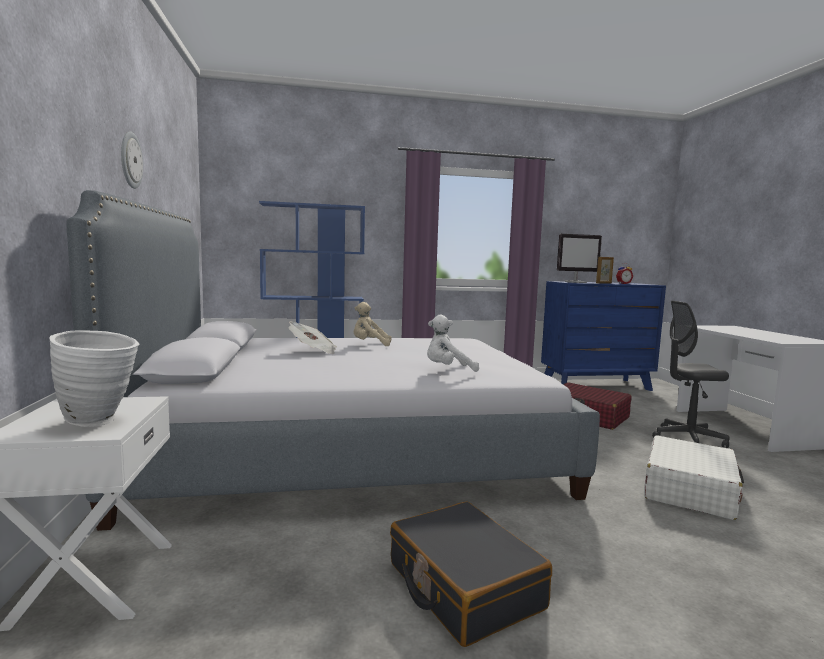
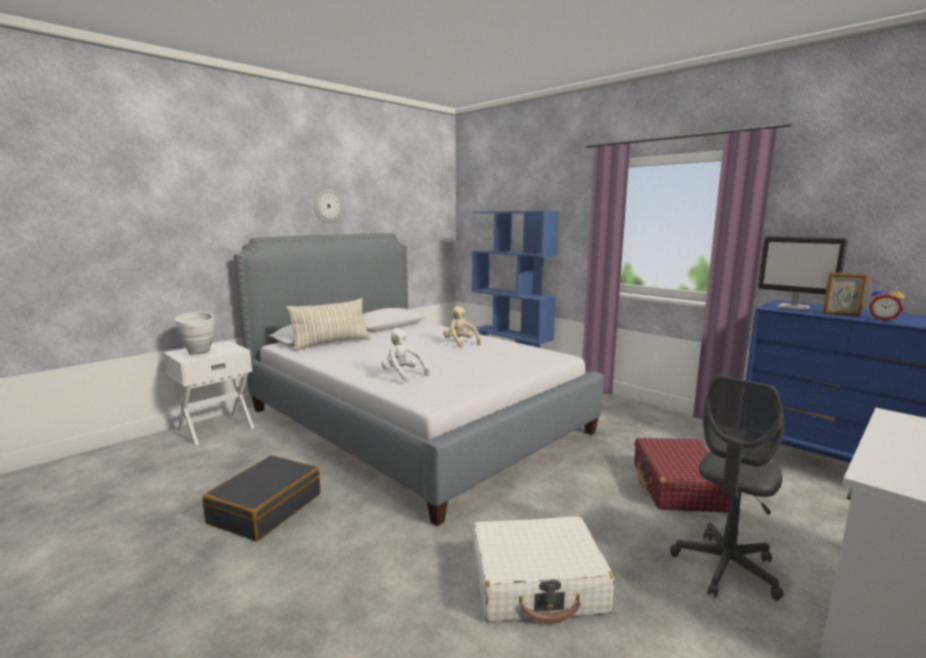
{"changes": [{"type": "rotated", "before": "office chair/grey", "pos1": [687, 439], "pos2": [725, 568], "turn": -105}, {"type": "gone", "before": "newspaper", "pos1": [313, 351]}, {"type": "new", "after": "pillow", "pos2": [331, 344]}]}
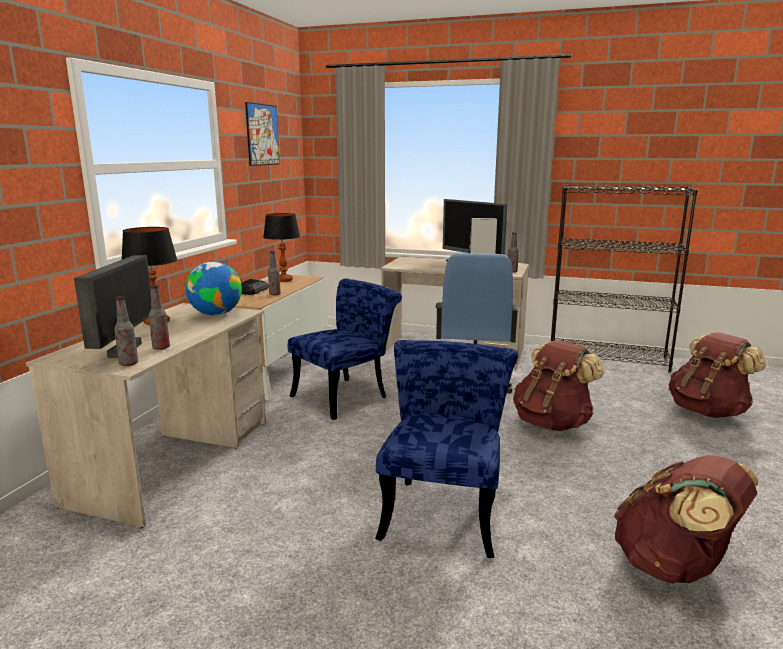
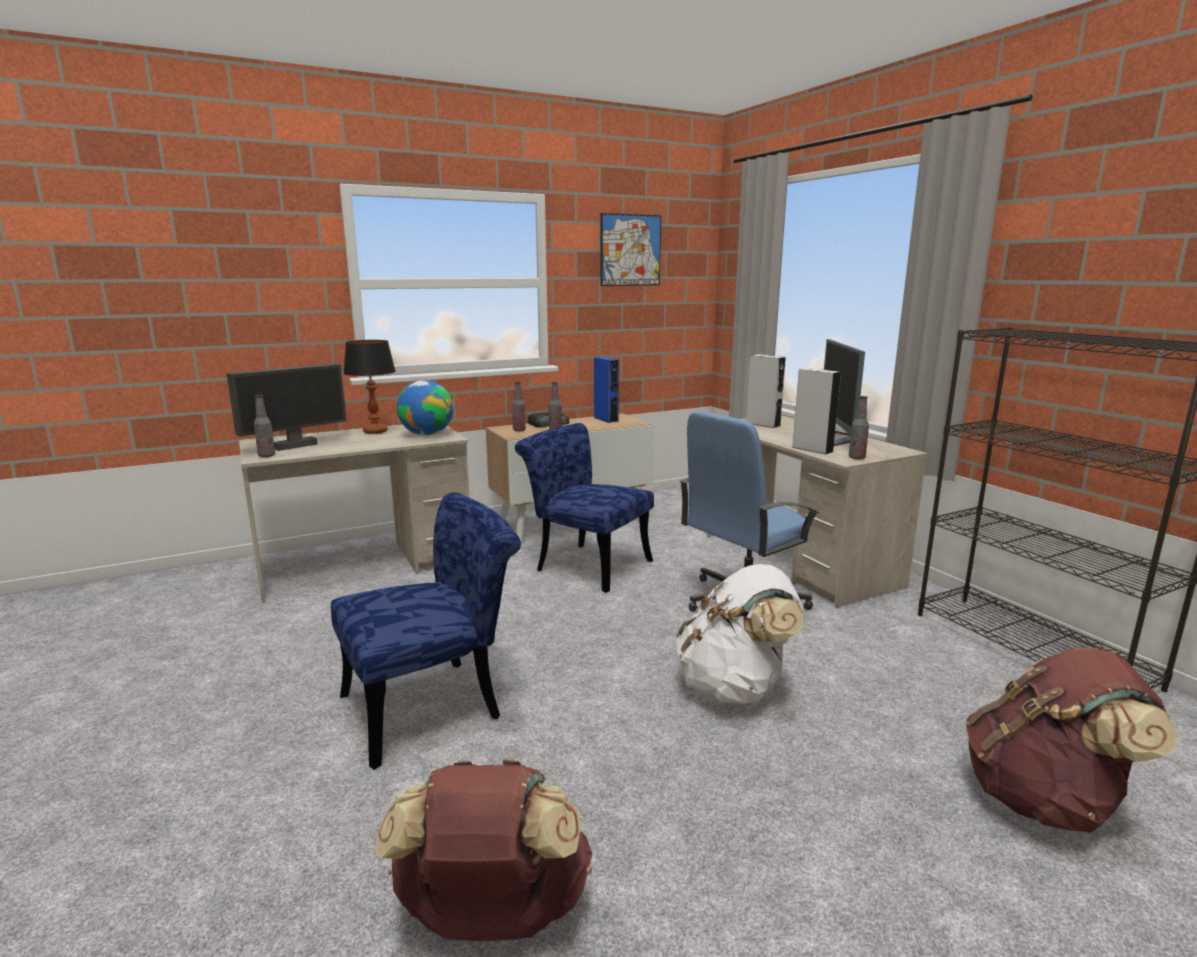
{"changes": [{"type": "swapped", "before": "table lamp", "after": "speaker/blue", "pos1": [284, 280], "pos2": [606, 419]}, {"type": "rotated", "before": "chair/blue", "pos1": [346, 395], "pos2": [585, 564], "turn": -150}, {"type": "shifted", "before": "bottle", "pos1": [161, 347], "pos2": [519, 430]}, {"type": "repainted", "before": "backpack/brown", "after": "backpack/white", "pos1": [552, 423], "pos2": [735, 687]}, {"type": "new", "after": "speaker/grey", "pos2": [763, 424]}]}
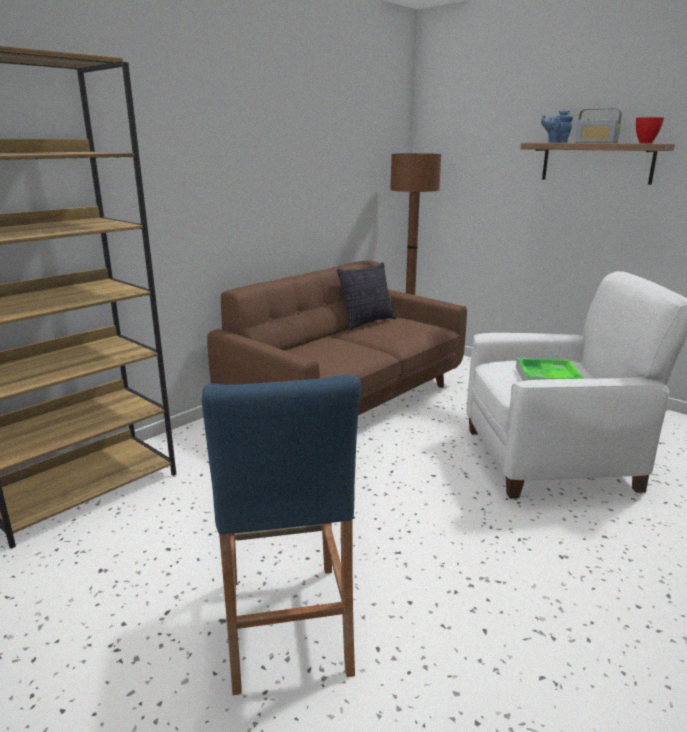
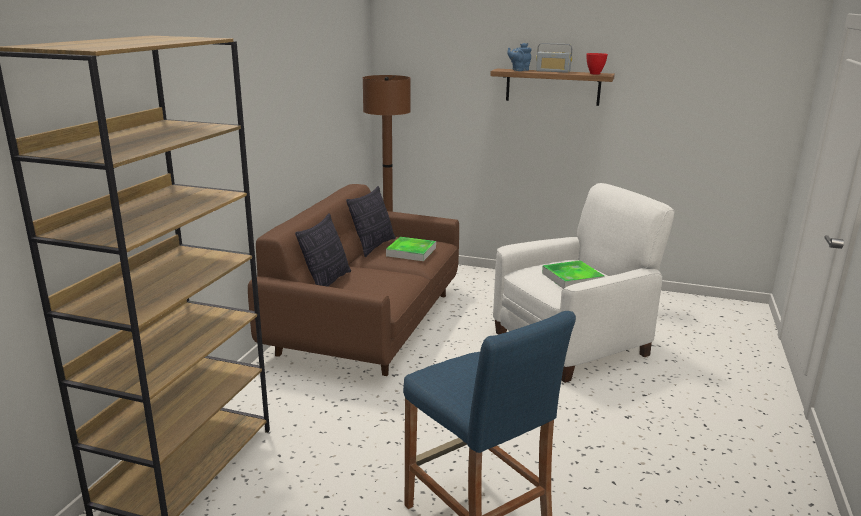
{"changes": [{"type": "new", "after": "pillow", "pos2": [327, 283]}, {"type": "new", "after": "tray", "pos2": [411, 252]}]}
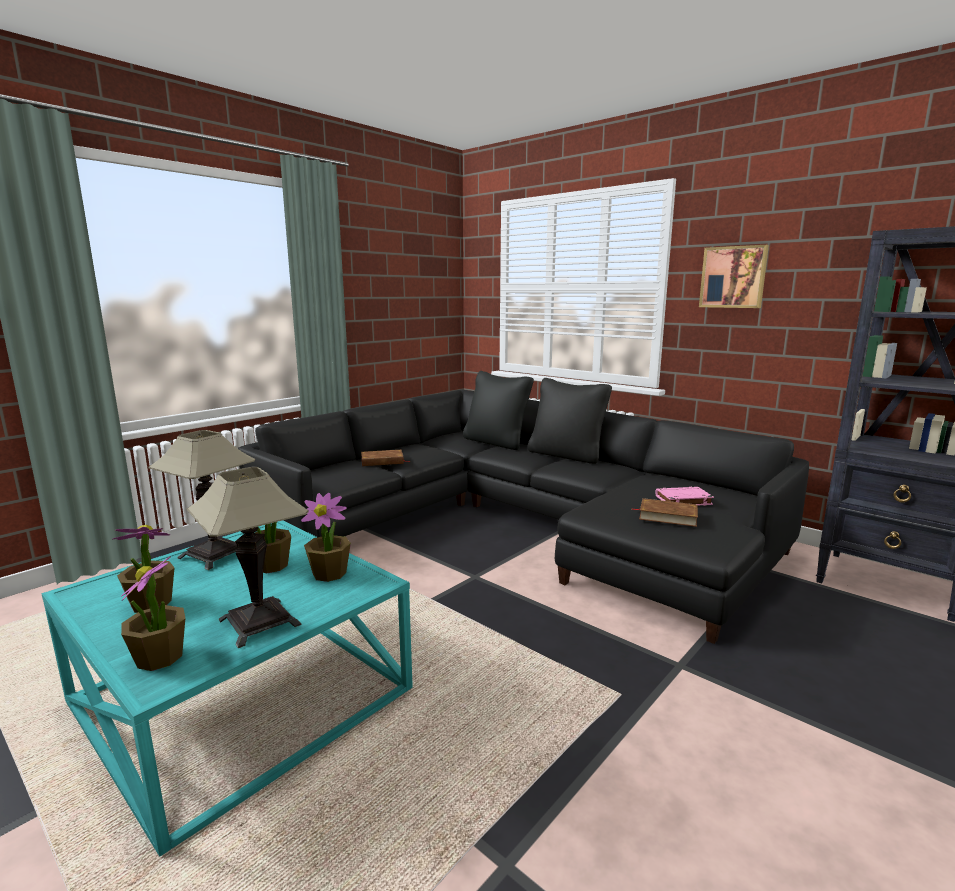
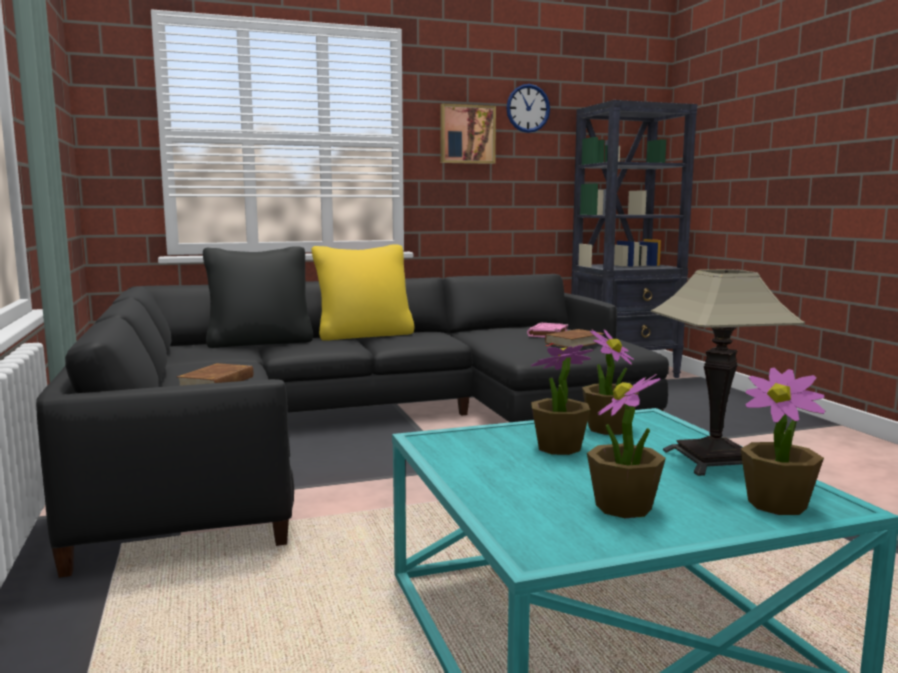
{"changes": [{"type": "repainted", "before": "pillow/black", "after": "pillow/yellow", "pos1": [566, 455], "pos2": [364, 335]}, {"type": "gone", "before": "table lamp", "pos1": [215, 554]}, {"type": "new", "after": "wall clock", "pos2": [528, 108]}]}
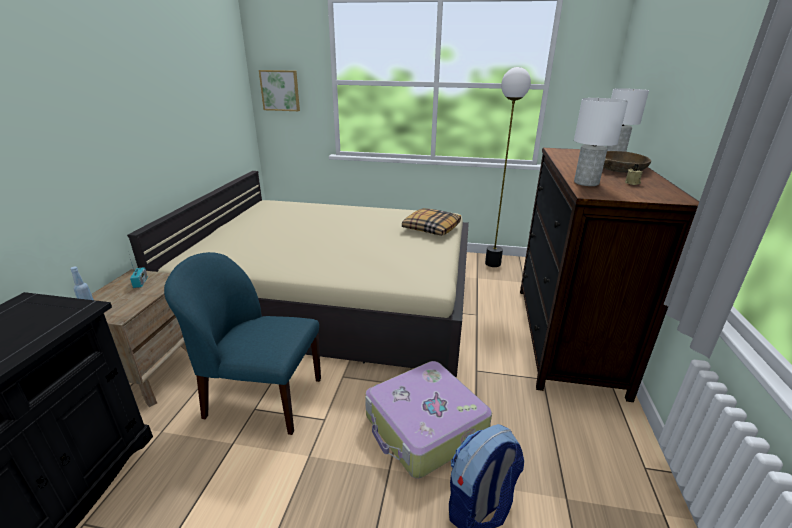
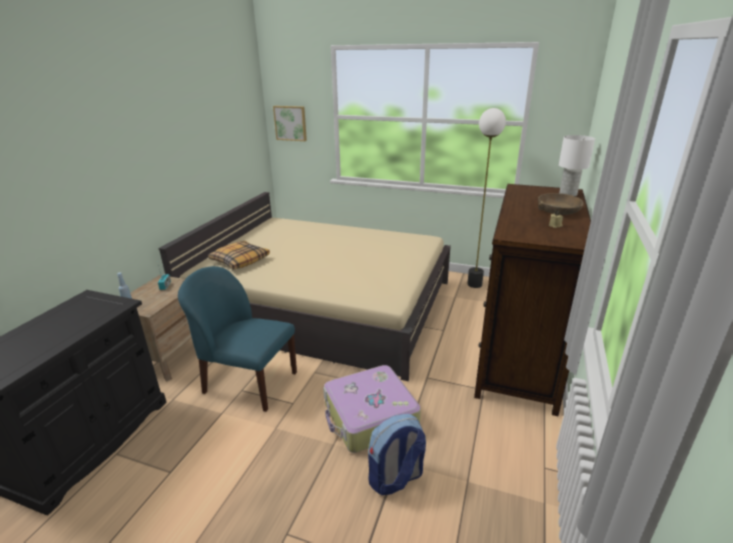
{"changes": [{"type": "gone", "before": "table lamp/white", "pos1": [585, 183]}, {"type": "shifted", "before": "pillow", "pos1": [431, 228], "pos2": [240, 260]}]}
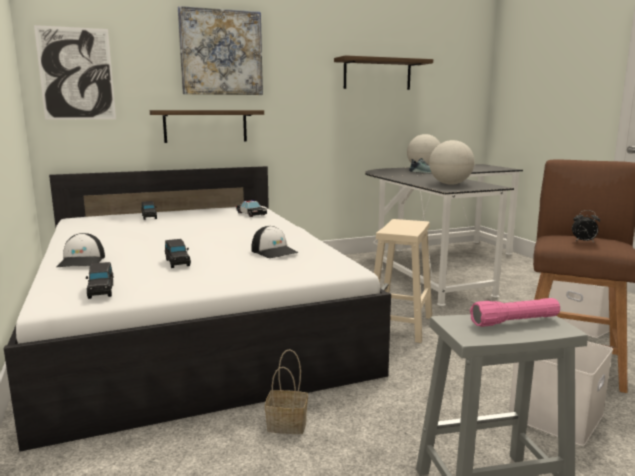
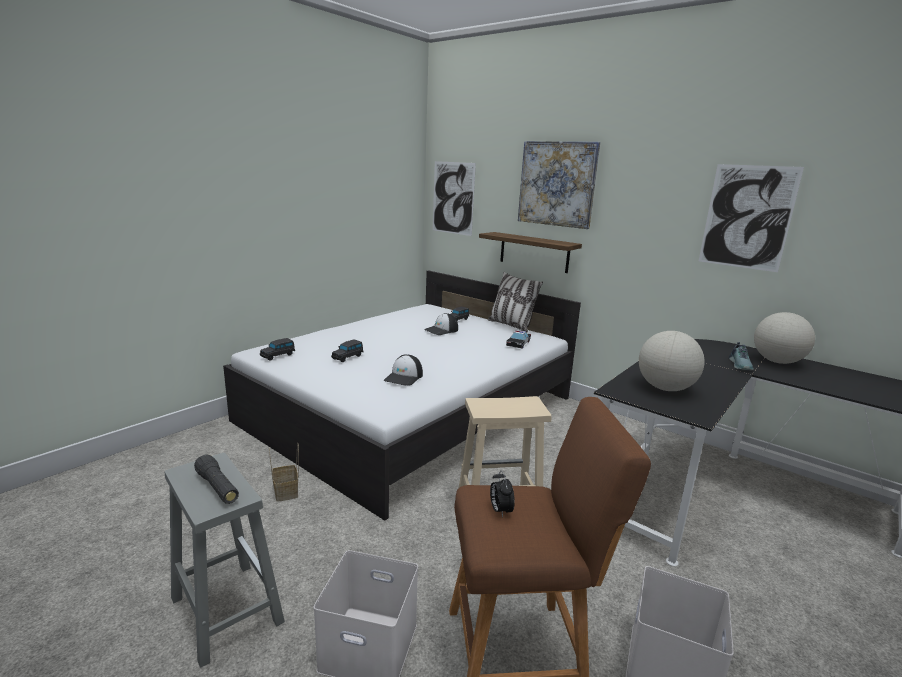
{"changes": [{"type": "swapped", "before": "shelf", "after": "picture", "pos1": [377, 74], "pos2": [747, 217]}, {"type": "shifted", "before": "cap", "pos1": [82, 261], "pos2": [441, 330]}, {"type": "repainted", "before": "flashlight/pink", "after": "flashlight/black", "pos1": [514, 322], "pos2": [217, 487]}, {"type": "new", "after": "pillow", "pos2": [511, 325]}]}
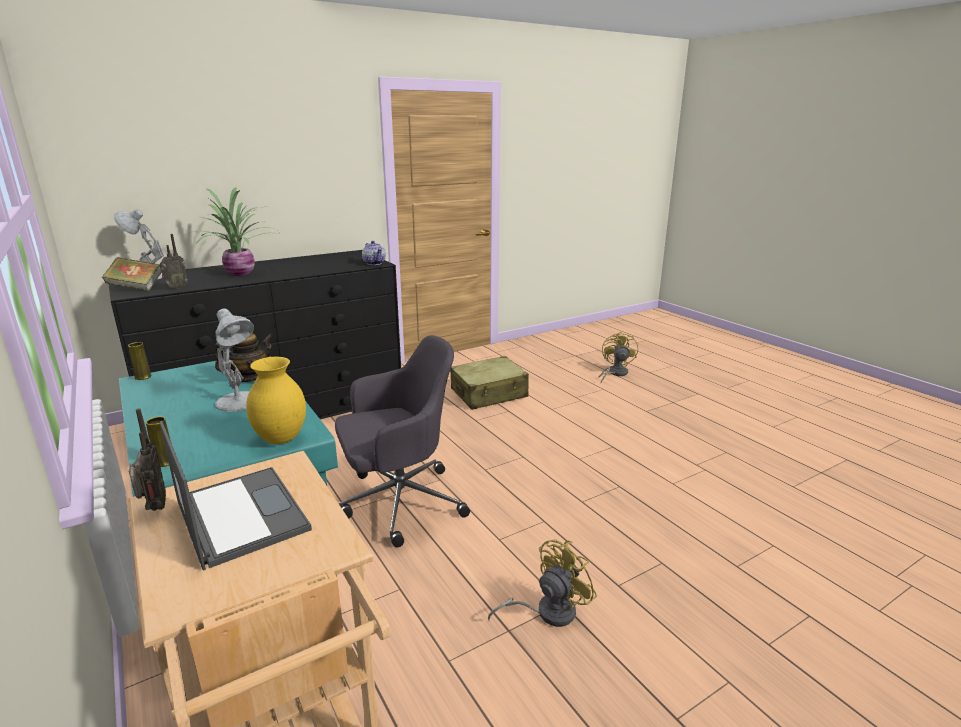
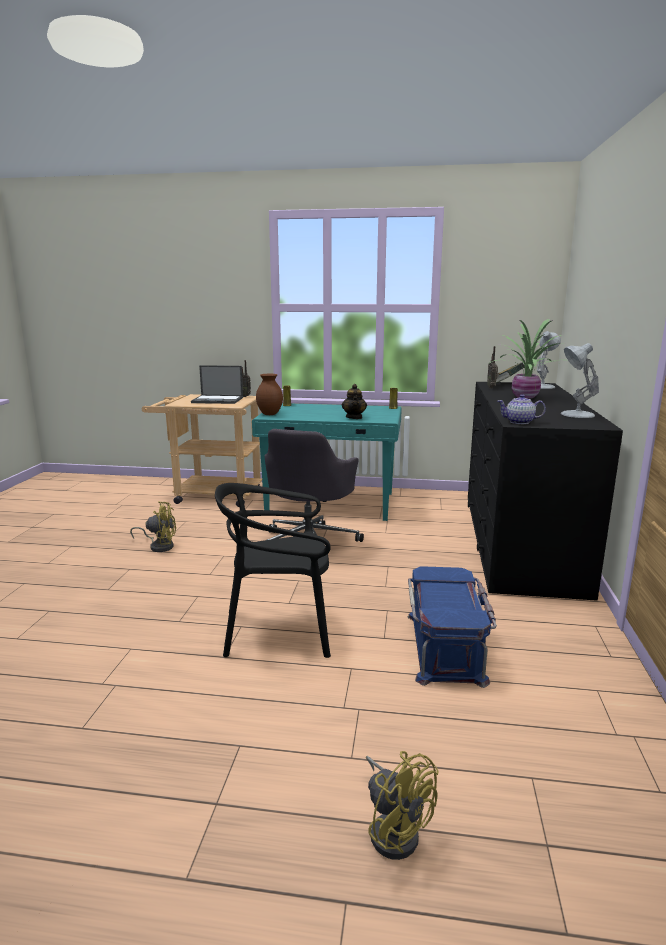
{"changes": [{"type": "shifted", "before": "table lamp/white", "pos1": [240, 402], "pos2": [576, 414]}, {"type": "swapped", "before": "suitcase/beige", "after": "storage box/blue", "pos1": [489, 393], "pos2": [446, 647]}, {"type": "repainted", "before": "vase/yellow", "after": "vase/brown", "pos1": [280, 439], "pos2": [270, 414]}, {"type": "rotated", "before": "fan/yellow", "pos1": [547, 612], "pos2": [159, 546], "turn": -90}, {"type": "new", "after": "chair/black", "pos2": [278, 630]}]}
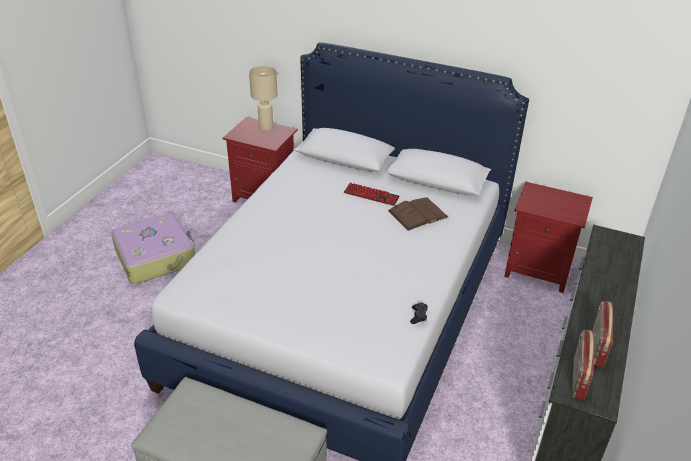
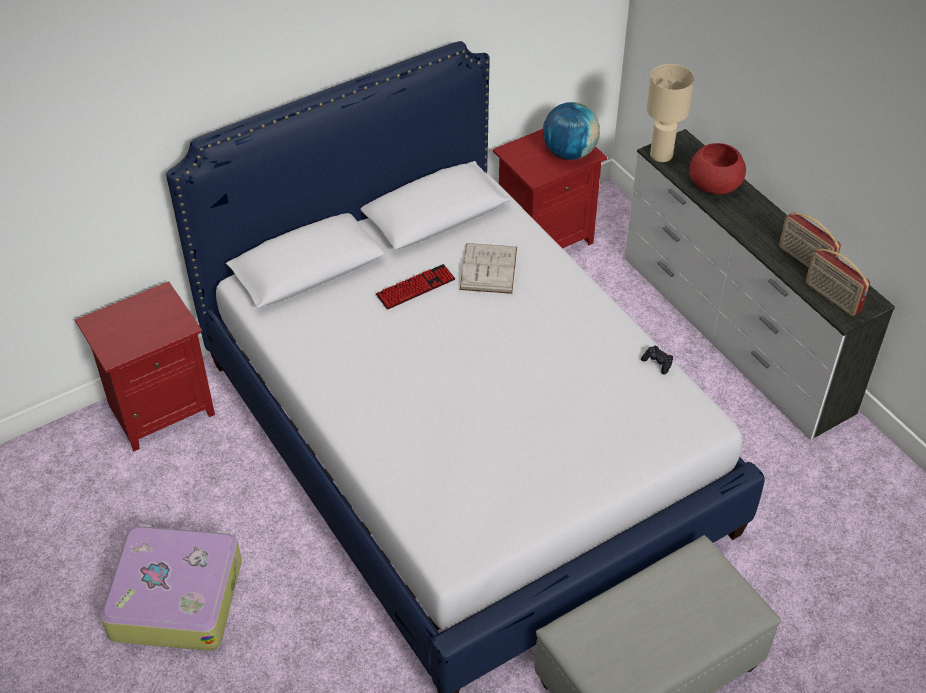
{"changes": [{"type": "shifted", "before": "table lamp/beige", "pos1": [266, 127], "pos2": [660, 155]}, {"type": "repainted", "before": "book/brown", "after": "book/white", "pos1": [418, 214], "pos2": [488, 268]}, {"type": "new", "after": "globe", "pos2": [569, 153]}, {"type": "new", "after": "bowl/red", "pos2": [715, 185]}]}
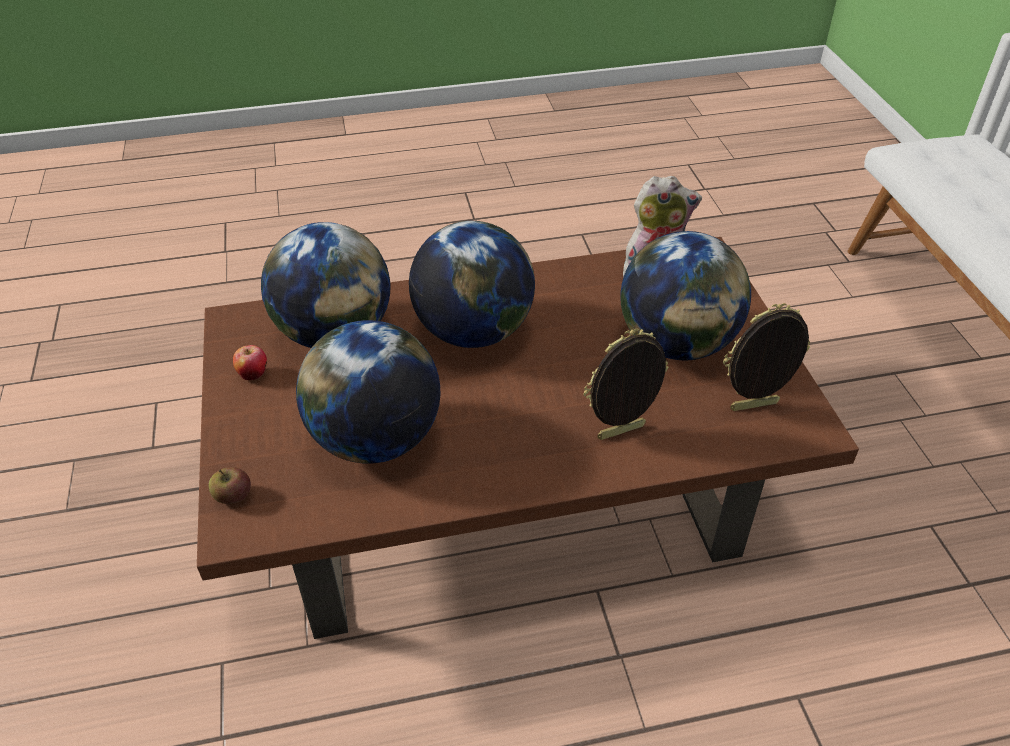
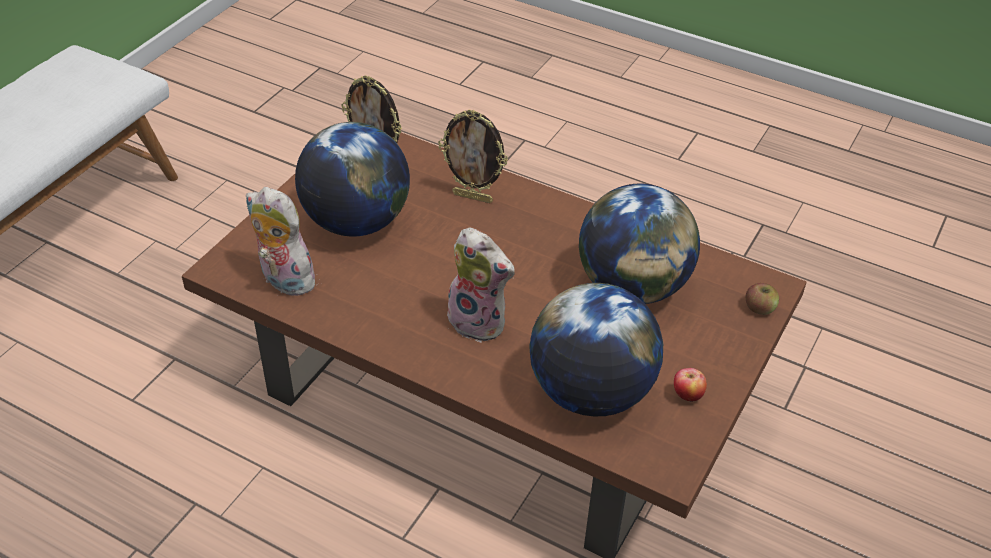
{"changes": [{"type": "swapped", "before": "globe", "after": "plush toy", "pos1": [474, 332], "pos2": [480, 321]}]}
